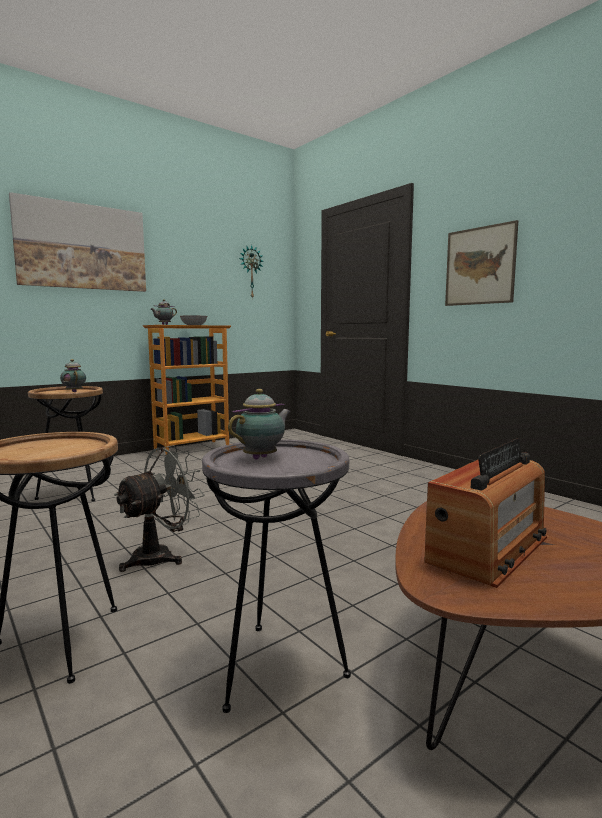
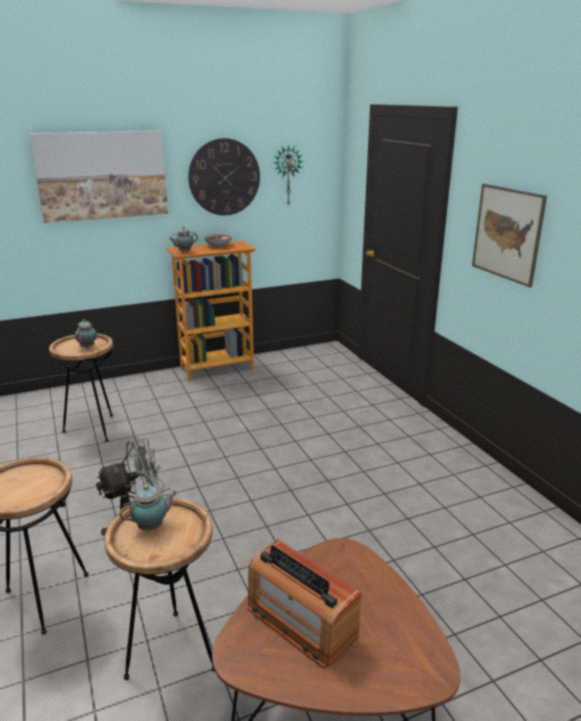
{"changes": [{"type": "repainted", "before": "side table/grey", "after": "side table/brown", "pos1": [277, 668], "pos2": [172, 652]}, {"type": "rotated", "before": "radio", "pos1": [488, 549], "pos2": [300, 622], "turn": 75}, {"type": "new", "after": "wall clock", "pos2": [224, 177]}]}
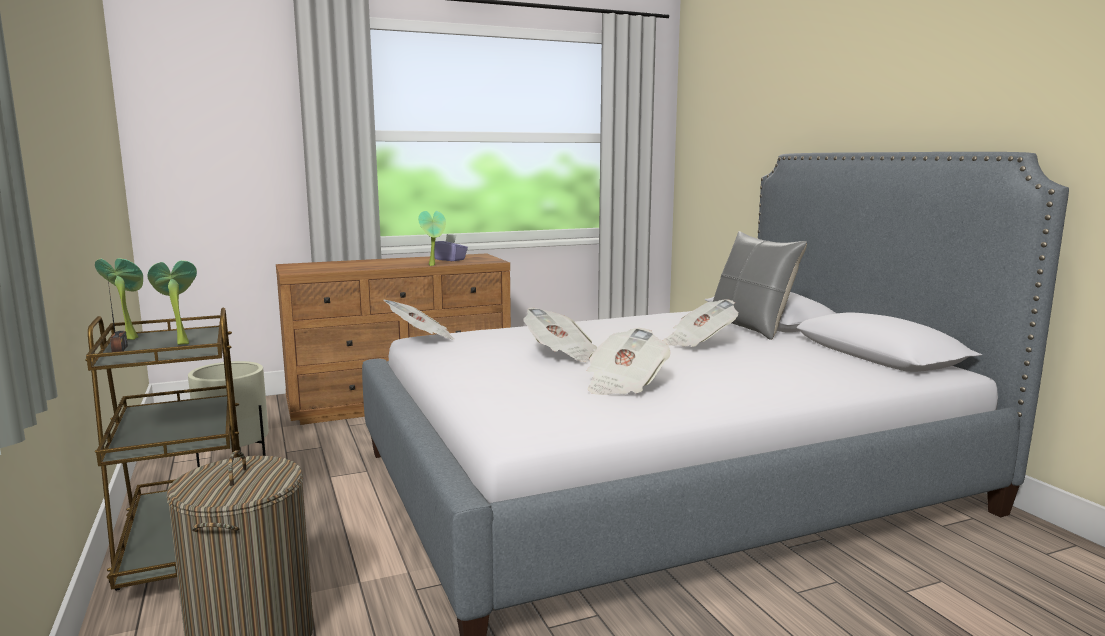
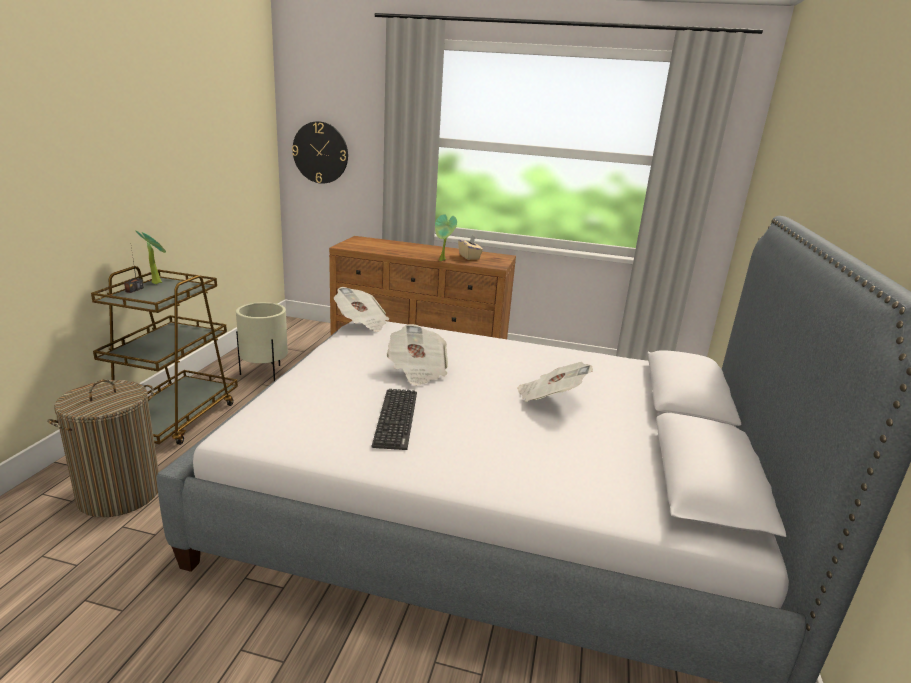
{"changes": [{"type": "gone", "before": "pillow/grey", "pos1": [750, 327]}, {"type": "repainted", "before": "tissue box/purple", "after": "tissue box/beige", "pos1": [450, 259], "pos2": [469, 257]}, {"type": "gone", "before": "potted plant", "pos1": [180, 343]}, {"type": "swapped", "before": "newspaper", "after": "keyboard", "pos1": [623, 385], "pos2": [396, 418]}, {"type": "new", "after": "wall clock", "pos2": [320, 152]}]}
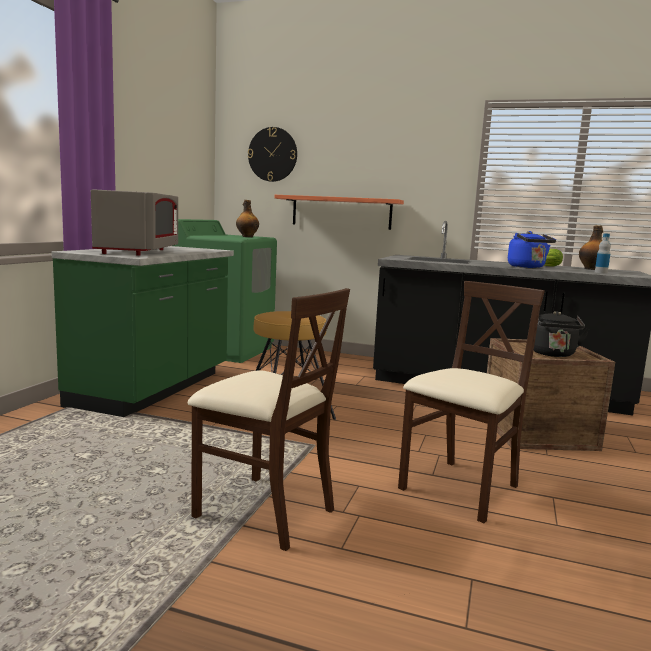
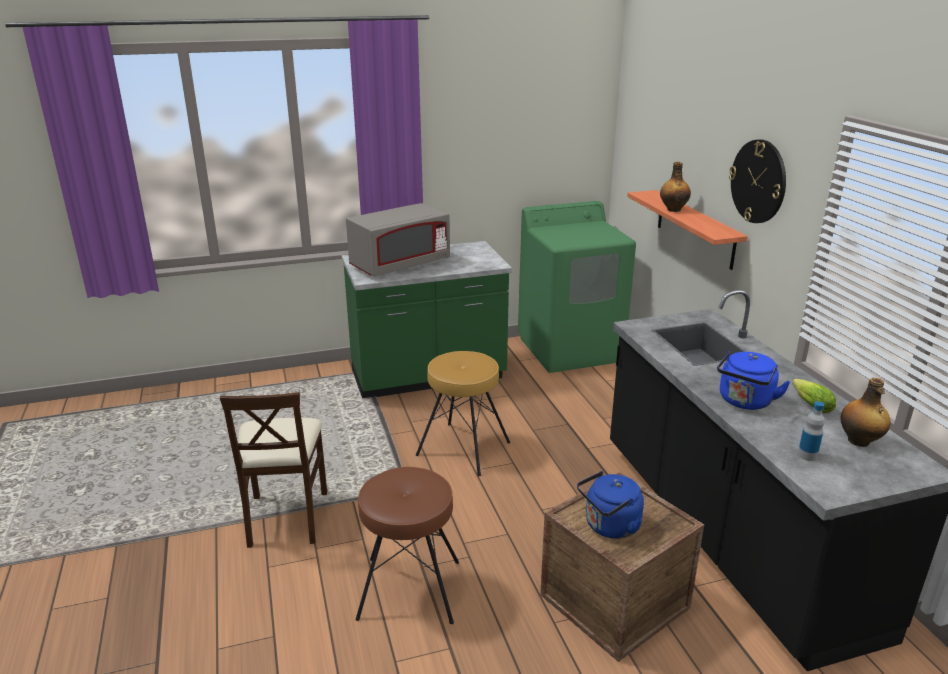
{"changes": [{"type": "shifted", "before": "wall clock", "pos1": [272, 154], "pos2": [758, 181]}, {"type": "shifted", "before": "bottle", "pos1": [247, 237], "pos2": [673, 209]}, {"type": "swapped", "before": "chair/beige", "after": "stool/brown", "pos1": [461, 489], "pos2": [409, 590]}, {"type": "repainted", "before": "kettle/black", "after": "kettle/blue", "pos1": [553, 354], "pos2": [609, 527]}]}
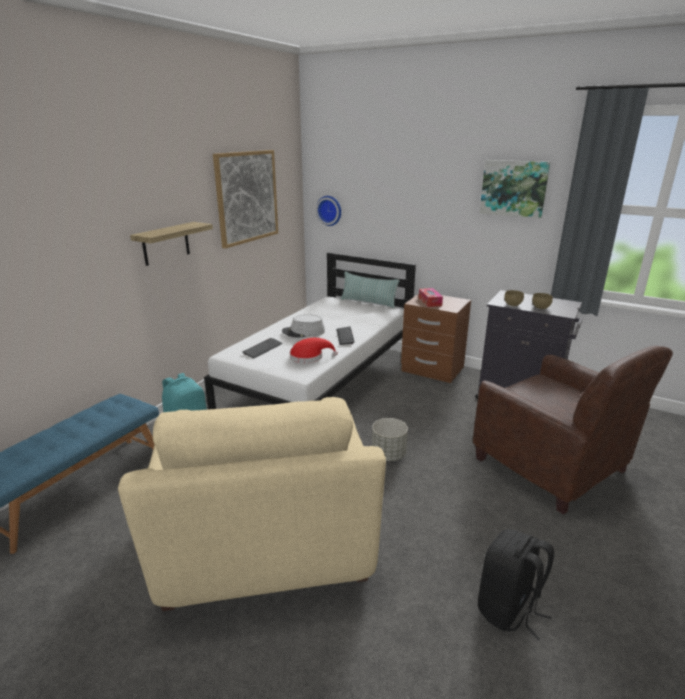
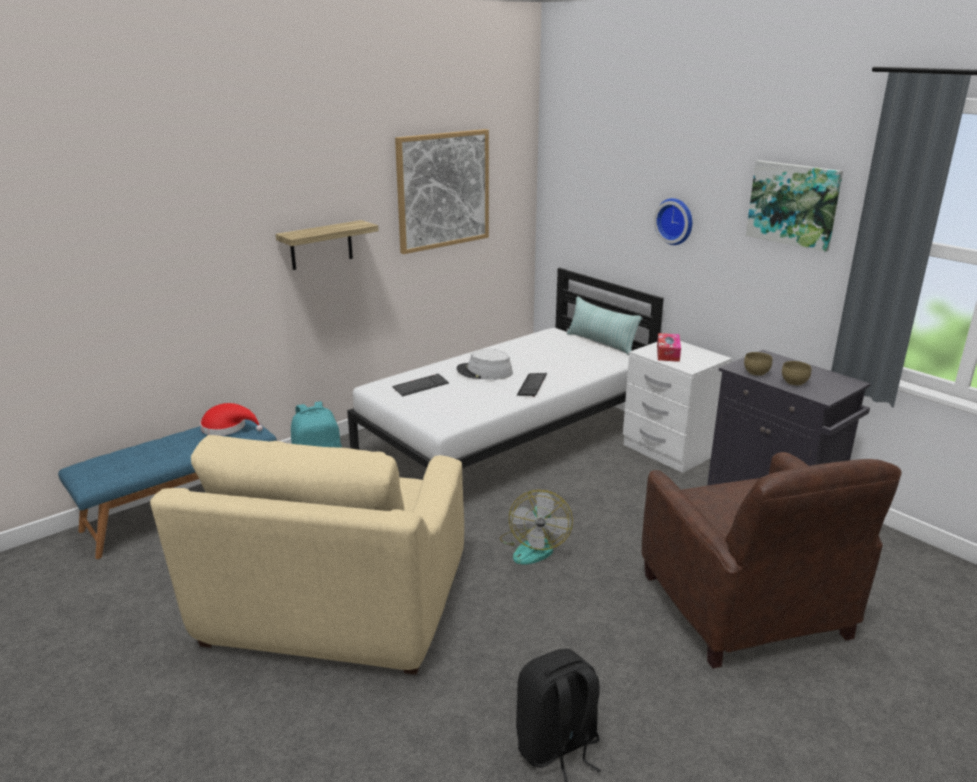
{"changes": [{"type": "shifted", "before": "wall clock", "pos1": [329, 210], "pos2": [675, 221]}, {"type": "repainted", "before": "nightstand/brown", "after": "nightstand/white", "pos1": [432, 369], "pos2": [669, 450]}, {"type": "shifted", "before": "hat/red", "pos1": [309, 357], "pos2": [227, 427]}, {"type": "swapped", "before": "planter/grey", "after": "fan", "pos1": [389, 454], "pos2": [533, 546]}]}
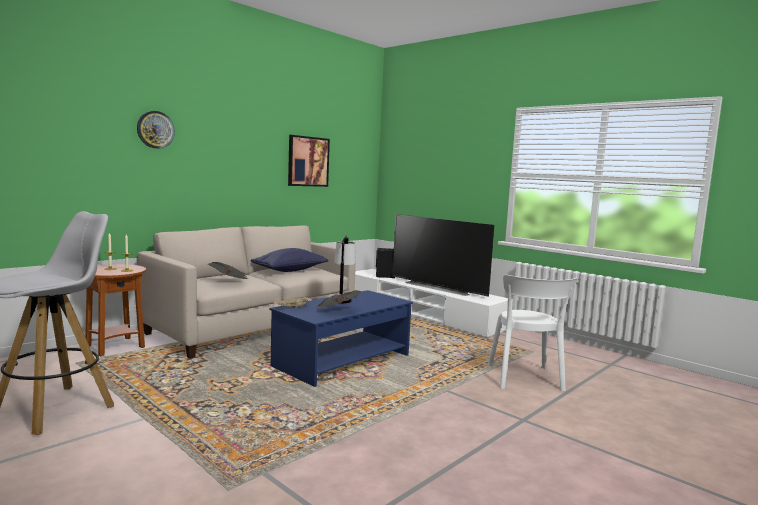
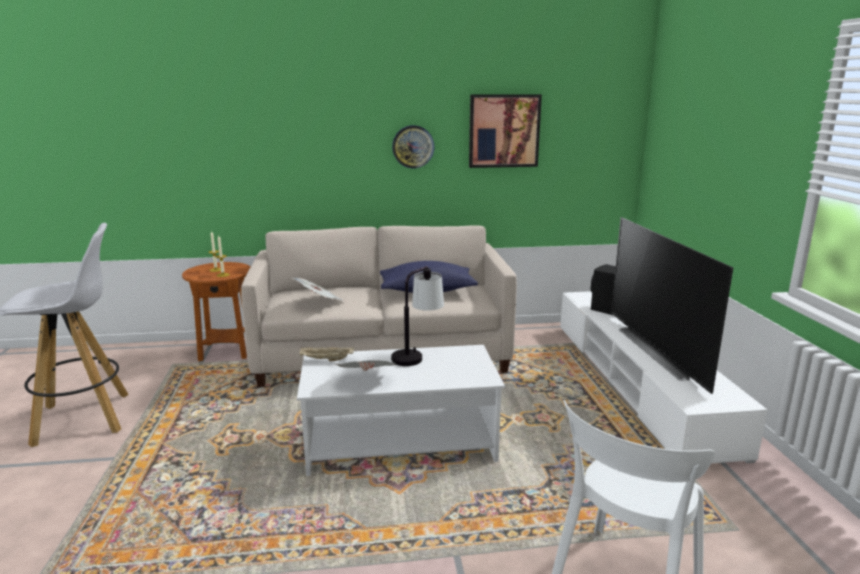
{"changes": [{"type": "shifted", "before": "wall clock", "pos1": [155, 129], "pos2": [413, 146]}, {"type": "repainted", "before": "coffee table/blue", "after": "coffee table/white", "pos1": [343, 360], "pos2": [401, 442]}]}
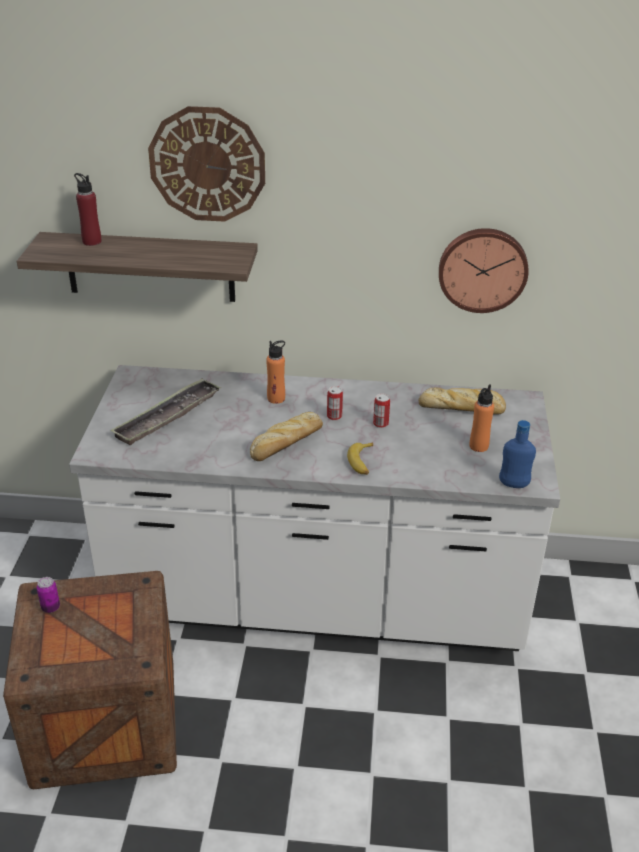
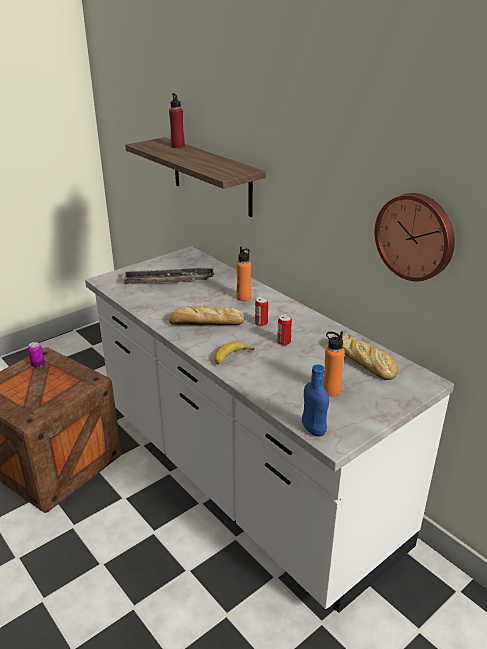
{"changes": [{"type": "gone", "before": "wall clock", "pos1": [207, 164]}]}
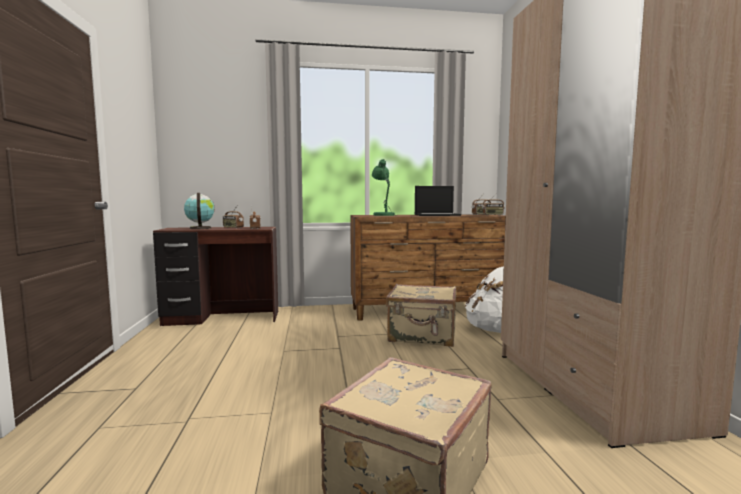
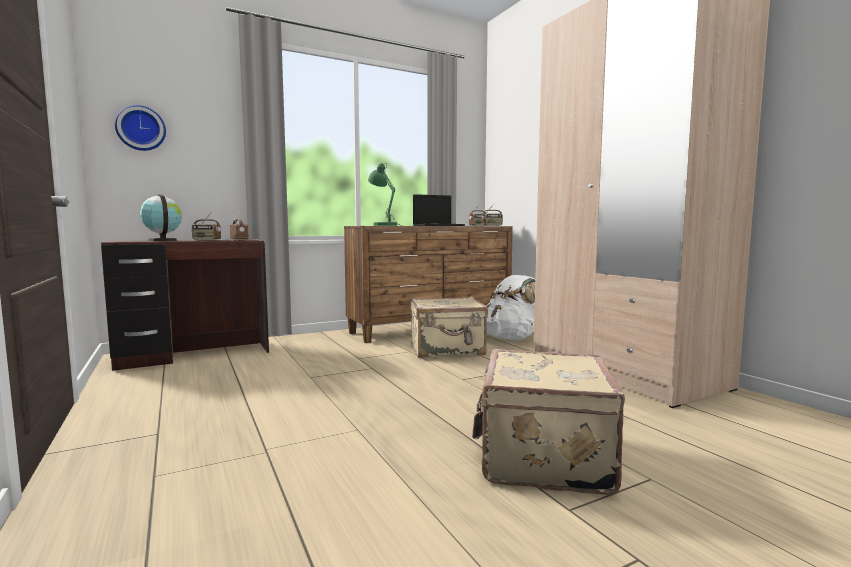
{"changes": [{"type": "new", "after": "wall clock", "pos2": [141, 128]}]}
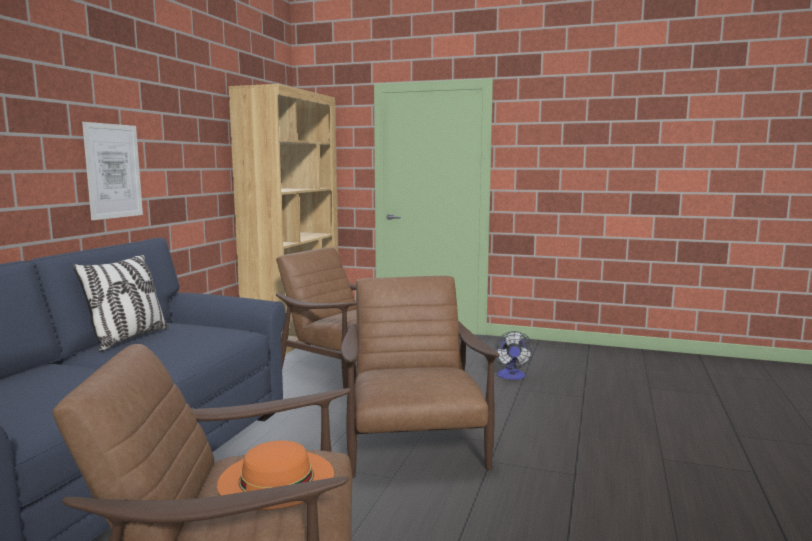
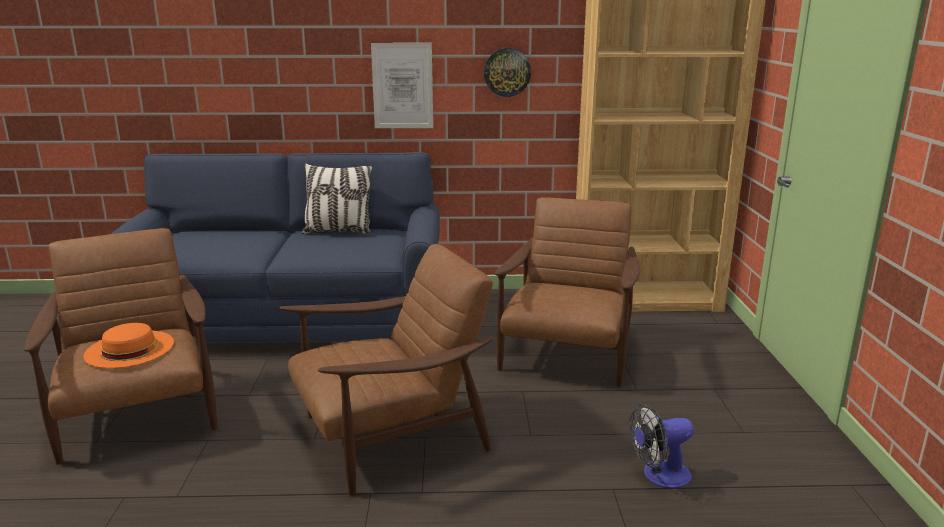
{"changes": [{"type": "new", "after": "wall clock", "pos2": [507, 72]}]}
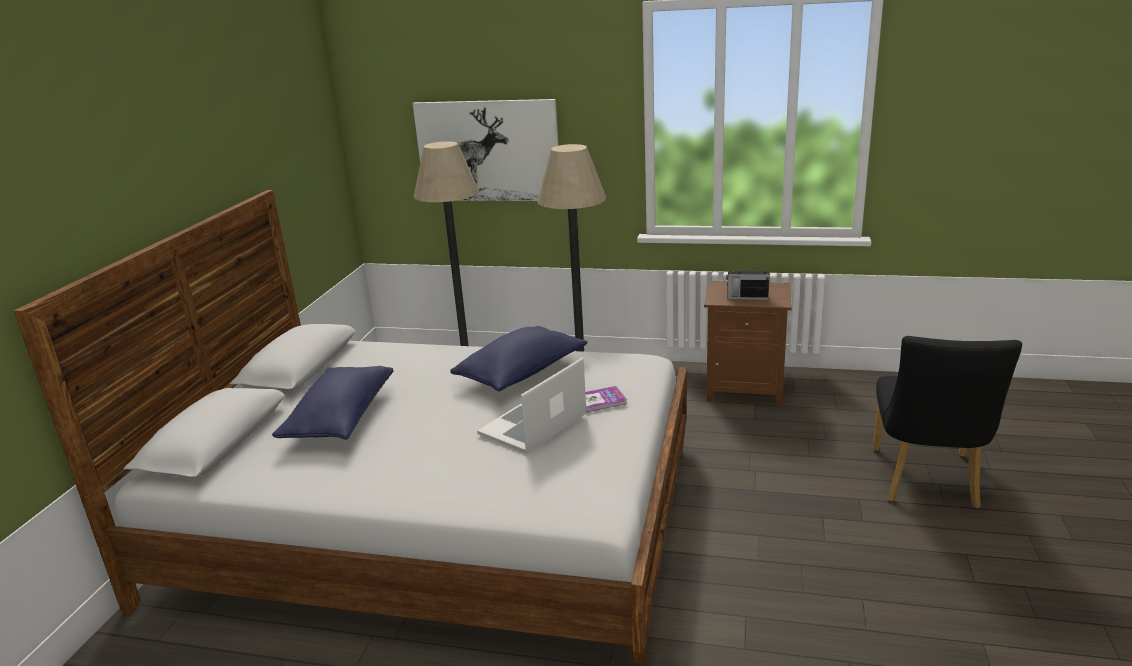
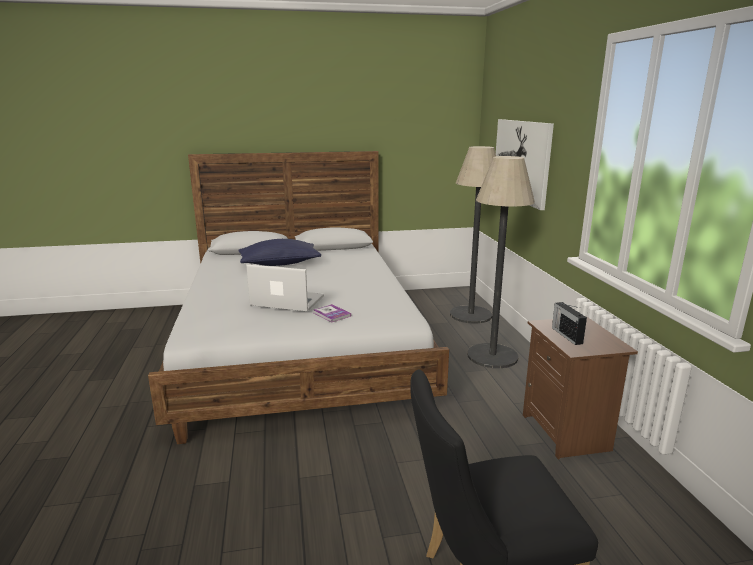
{"changes": [{"type": "gone", "before": "pillow/blue", "pos1": [522, 374]}]}
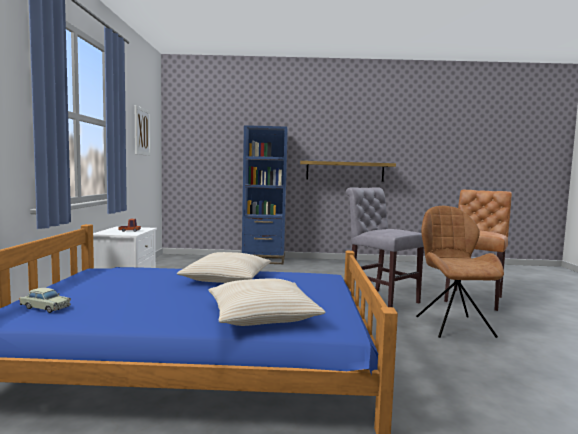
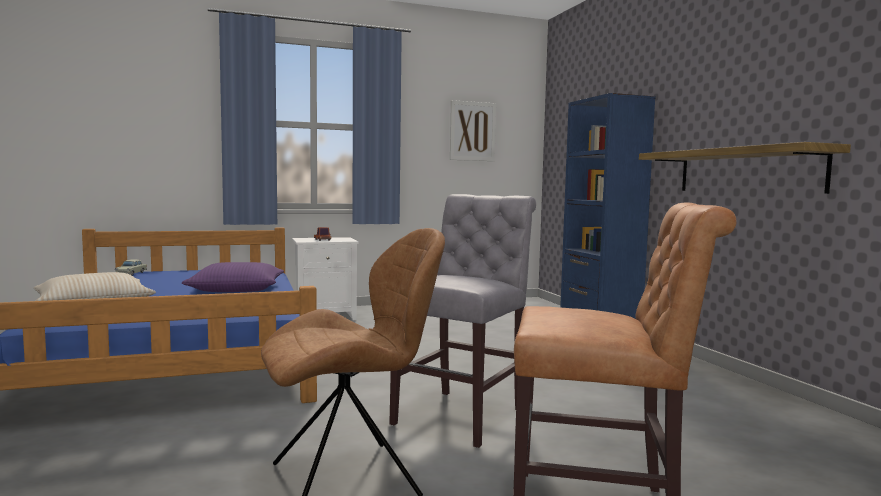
{"changes": [{"type": "repainted", "before": "pillow/beige", "after": "pillow/purple", "pos1": [226, 278], "pos2": [237, 289]}]}
